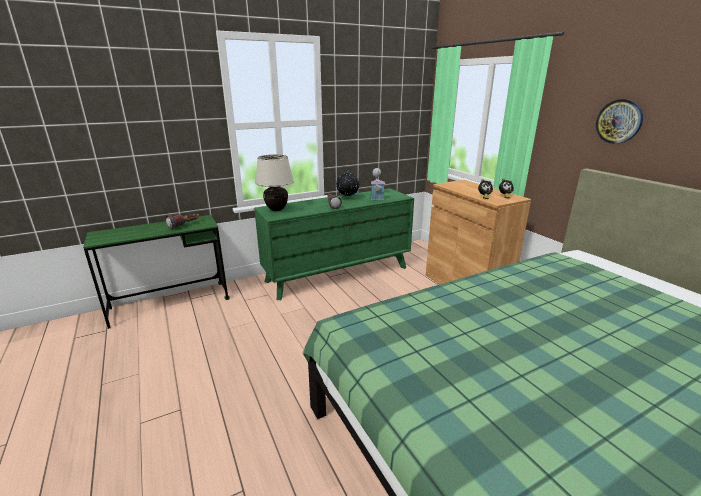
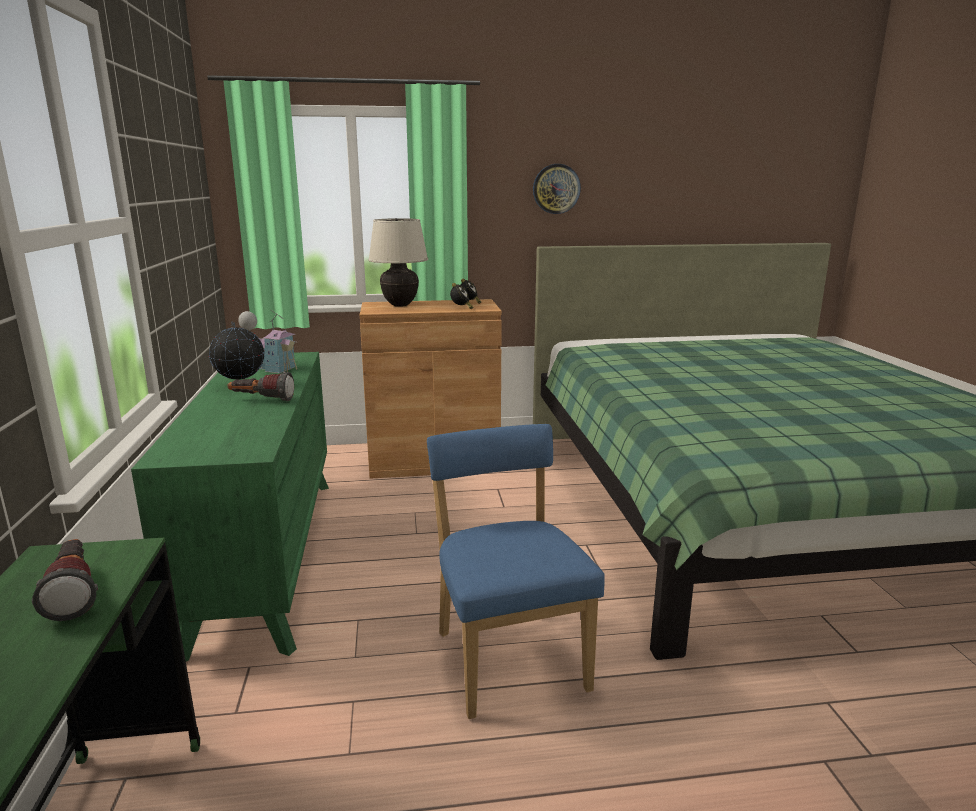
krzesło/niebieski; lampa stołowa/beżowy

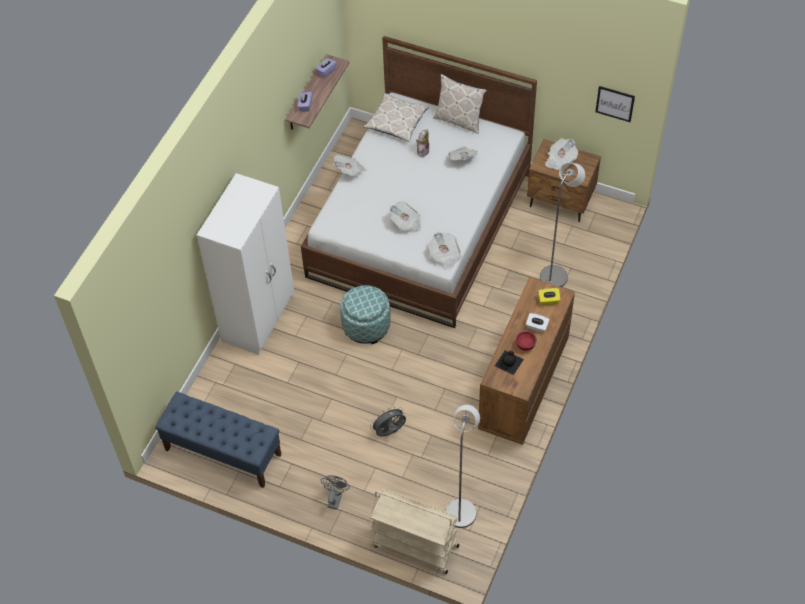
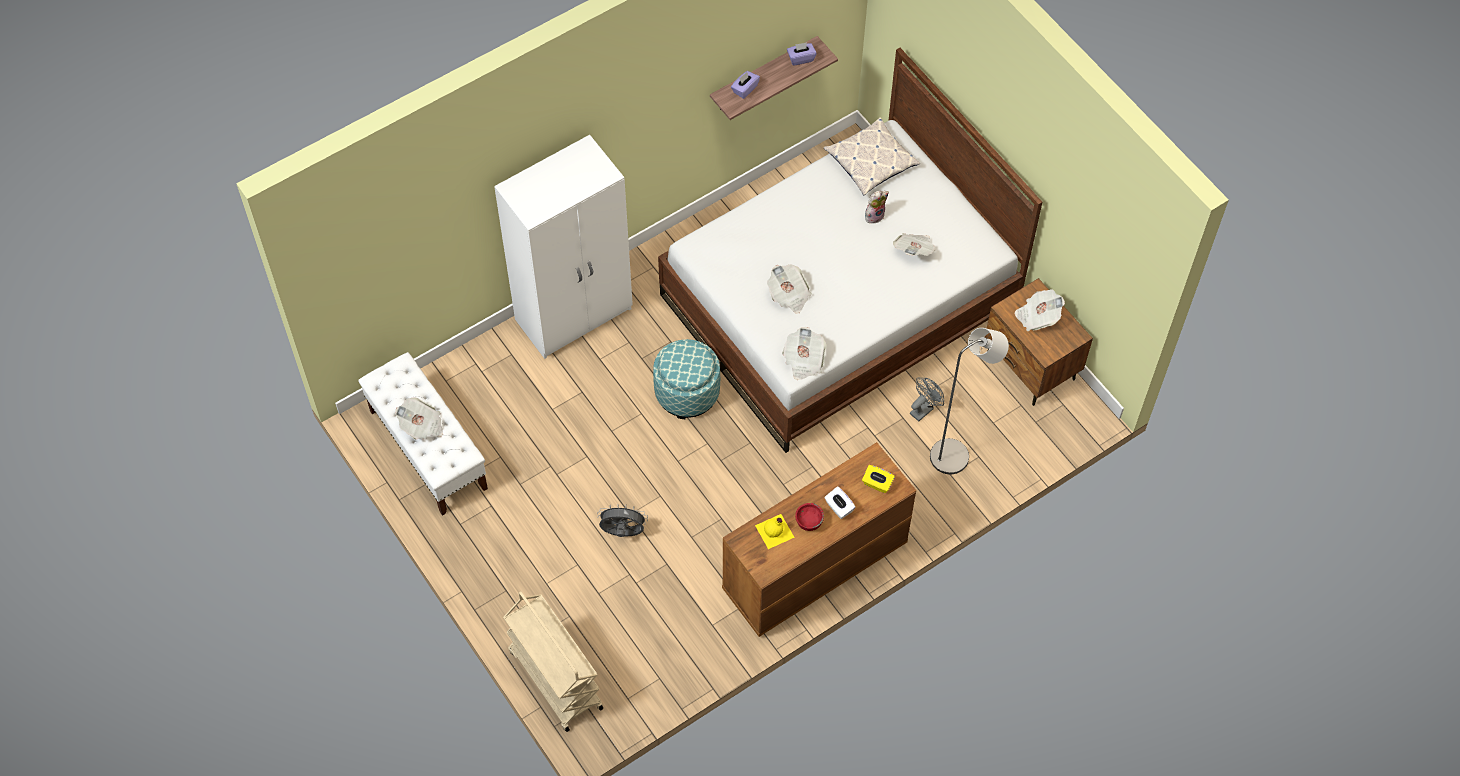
poduszka (no. 2 from left in the first image); lampa stojąca/szary (no. 1 from left in the first image); obraz; wentylator/szary (no. 2 from left); gazeta (no. 1 from left); ławka/biały; butelka/żółty

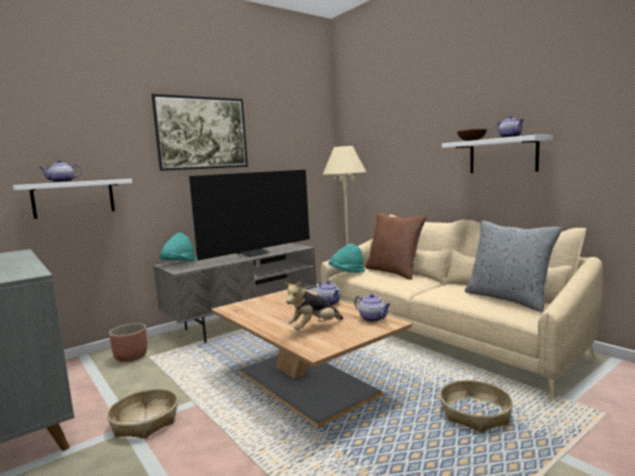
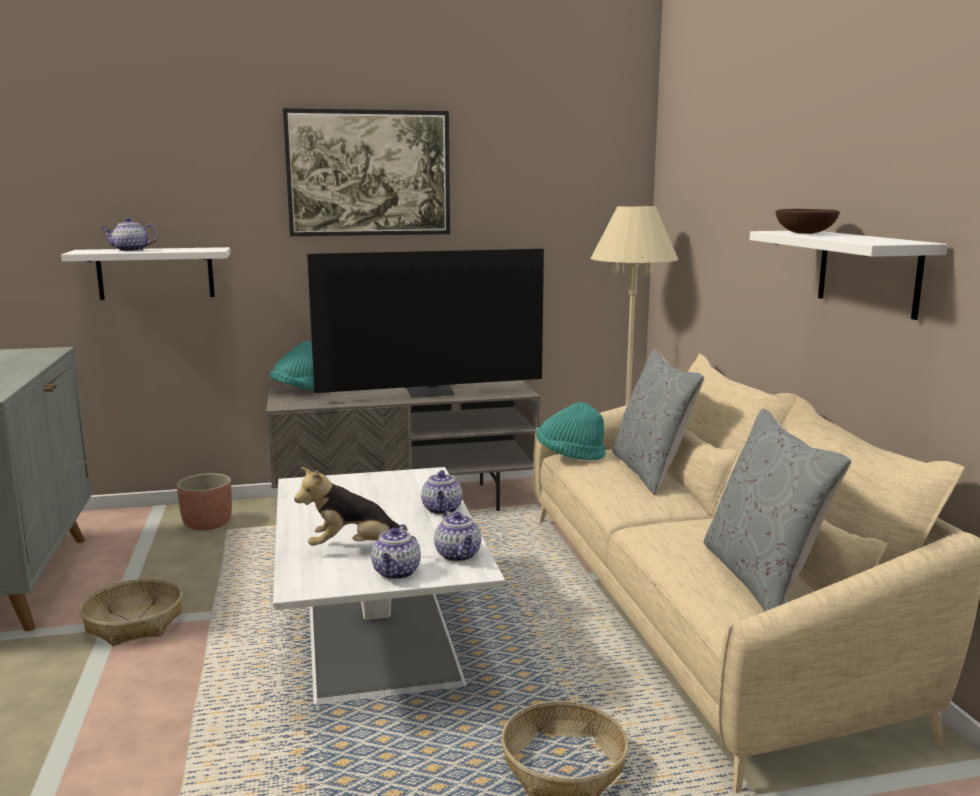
imbryk (no. 2 from left); ława/biały; poduszka/szary (no. 1 from left)

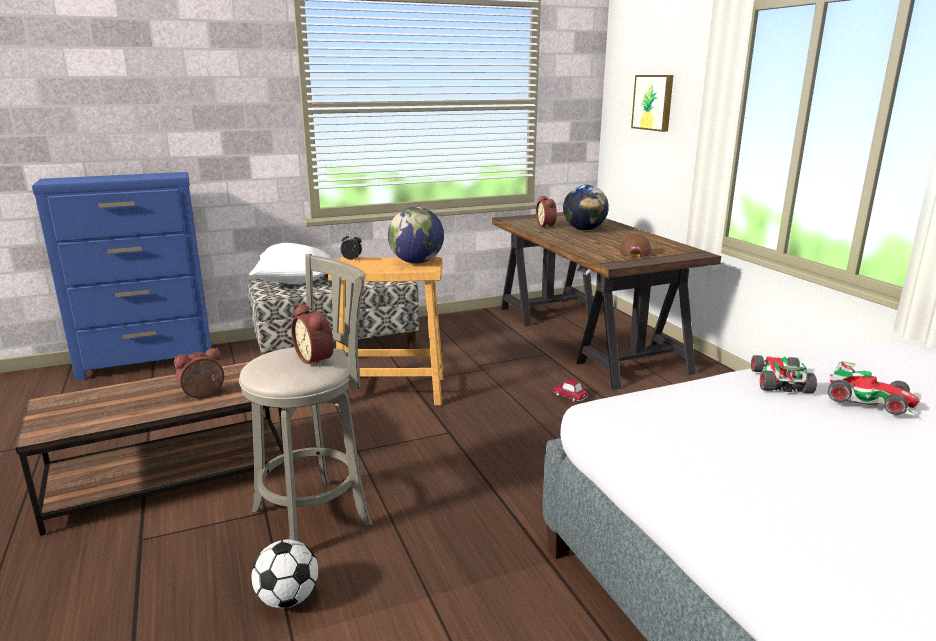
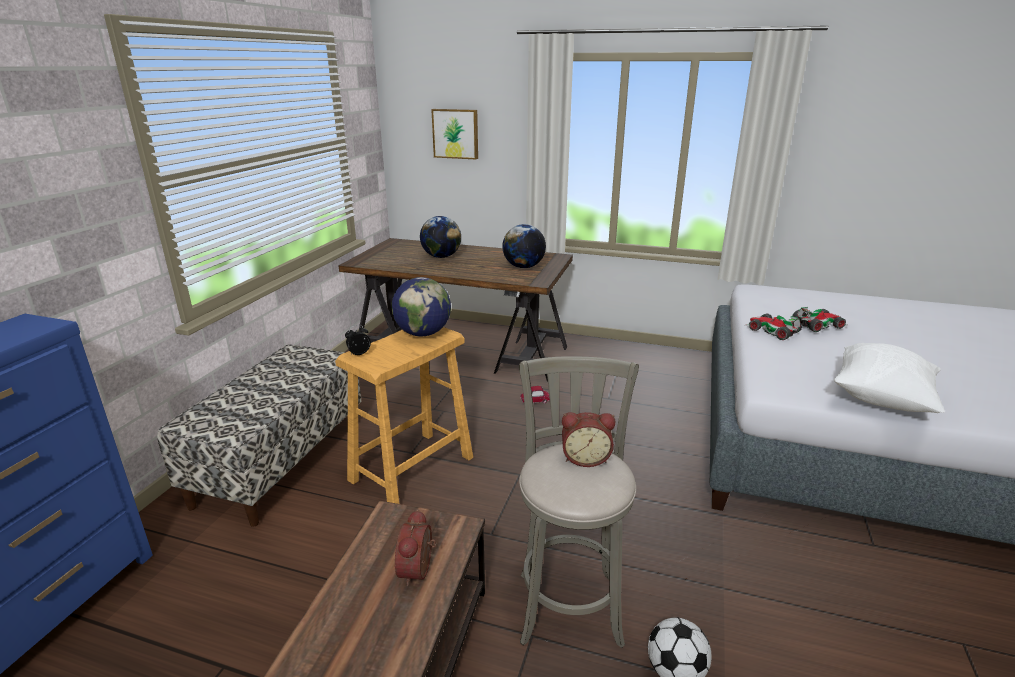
budzik (no. 4 from left in the first image); poduszka/biały; globus (no. 3 from left)

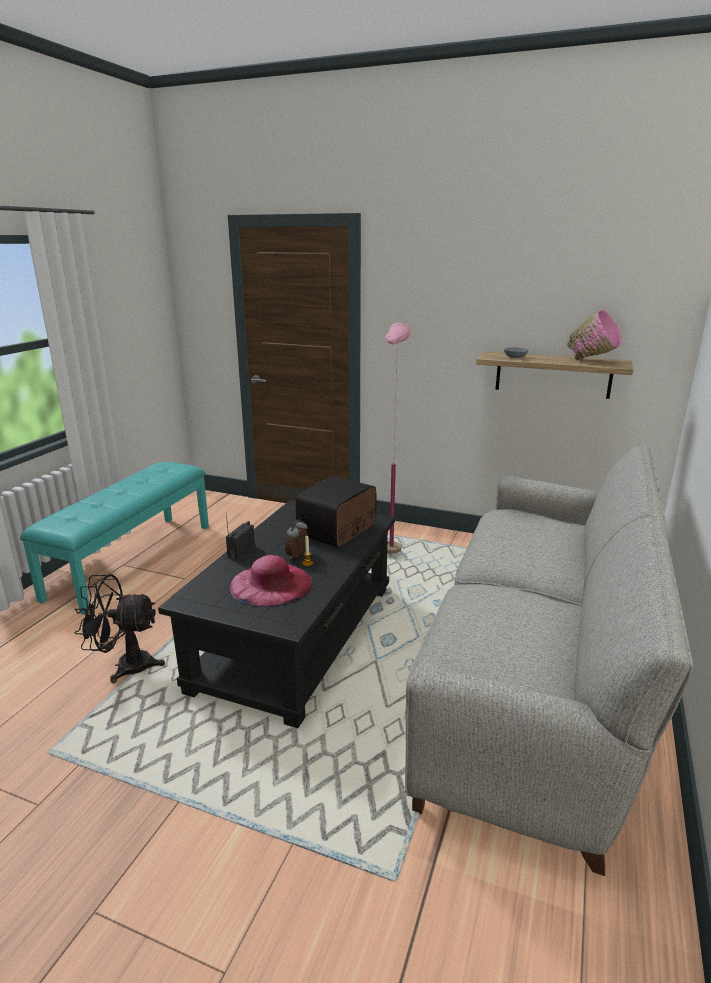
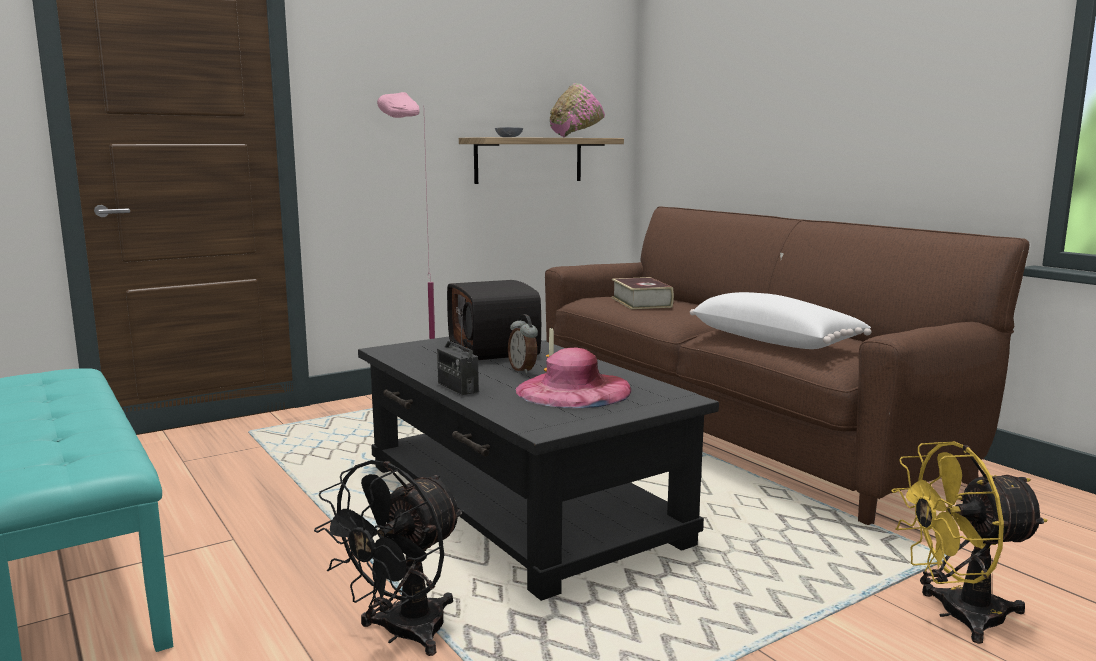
książka; poduszka/biały; wentylator/żółty; kanapa/brązowy

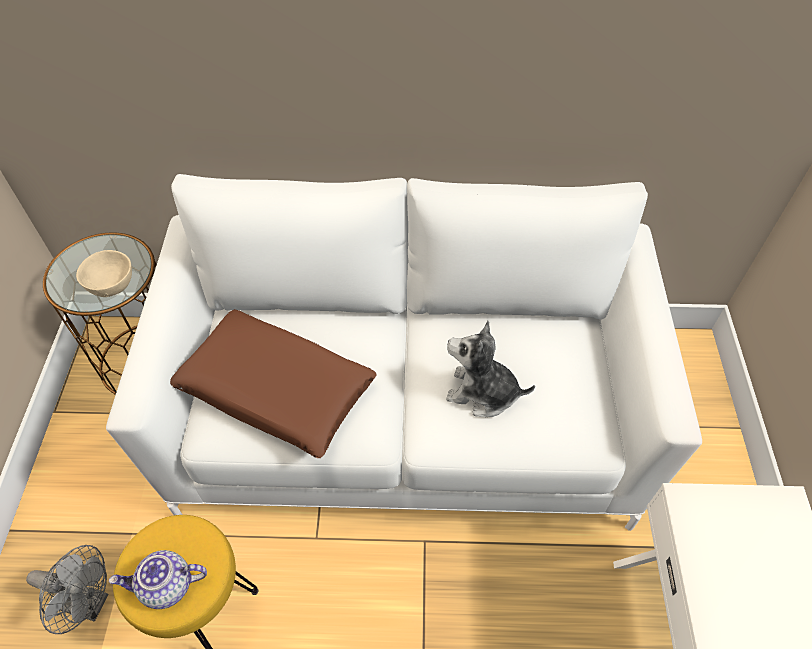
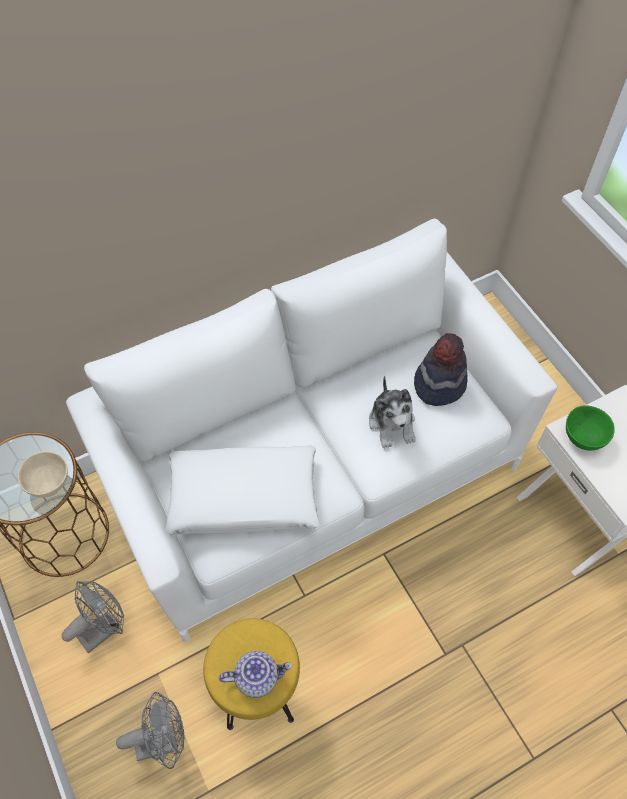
wentylator/szary (no. 1 from left); kapelusz; miska/zielony; poduszka/biały; imbryk; pluszak

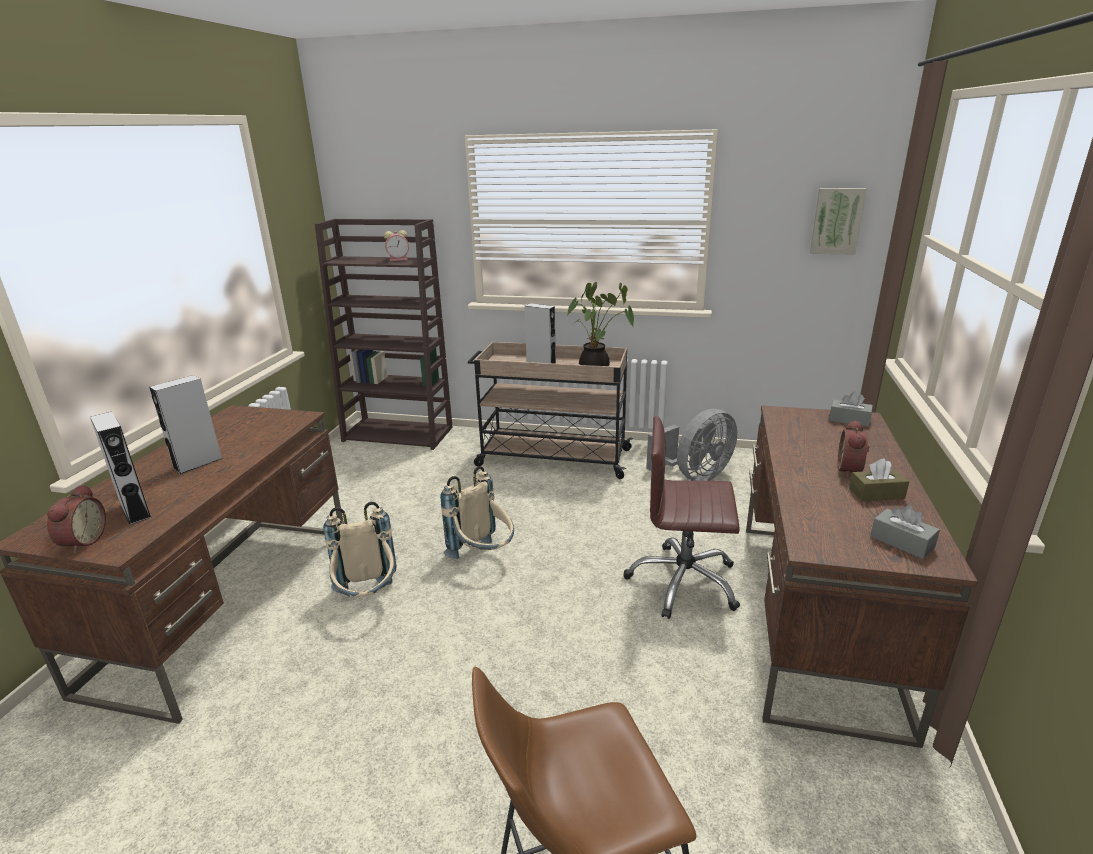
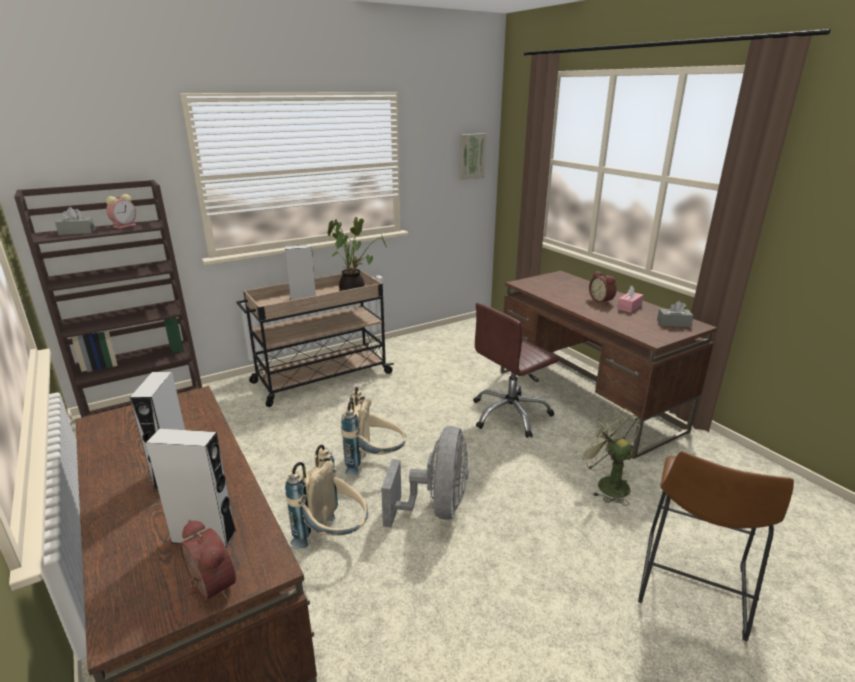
wentylator/zielony; wentylator/szary; pudełko chusteczek/szary (no. 1 from left); pudełko chusteczek/różowy

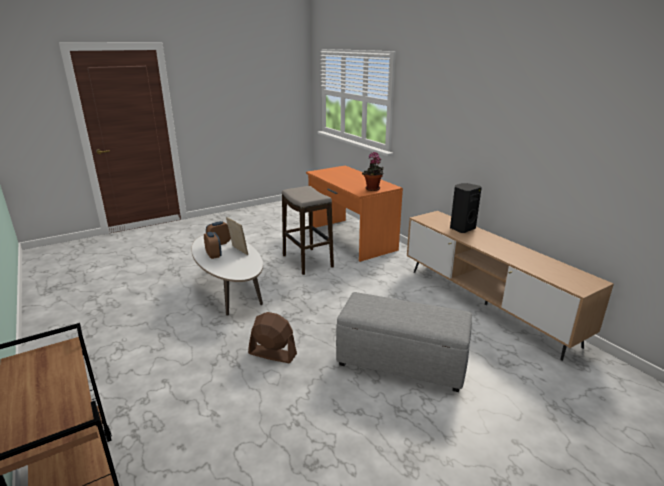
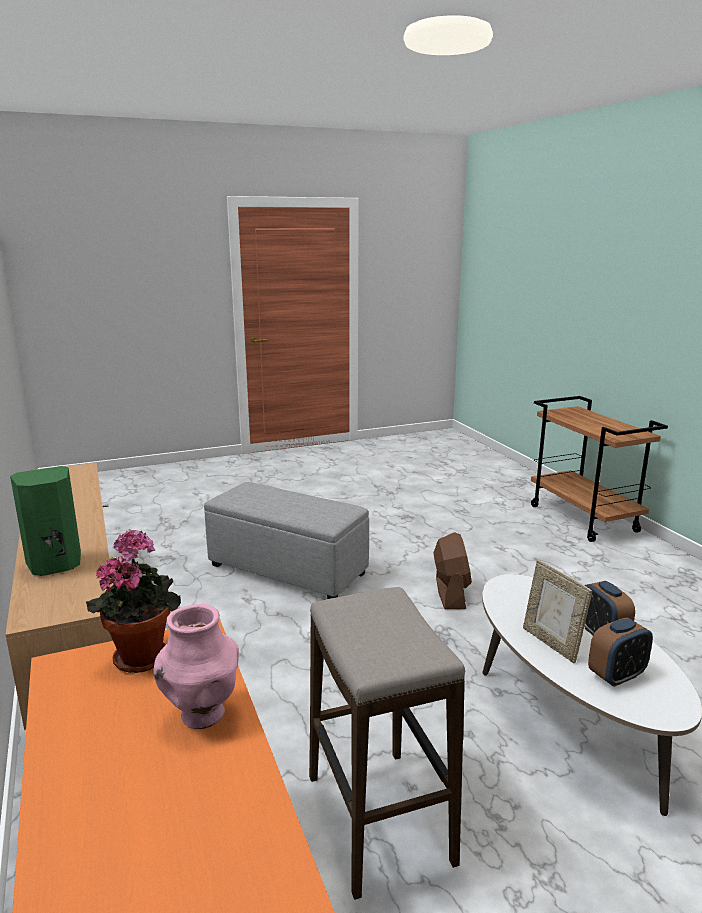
wazon/różowy; głośnik/zielony; wentylator/brązowy

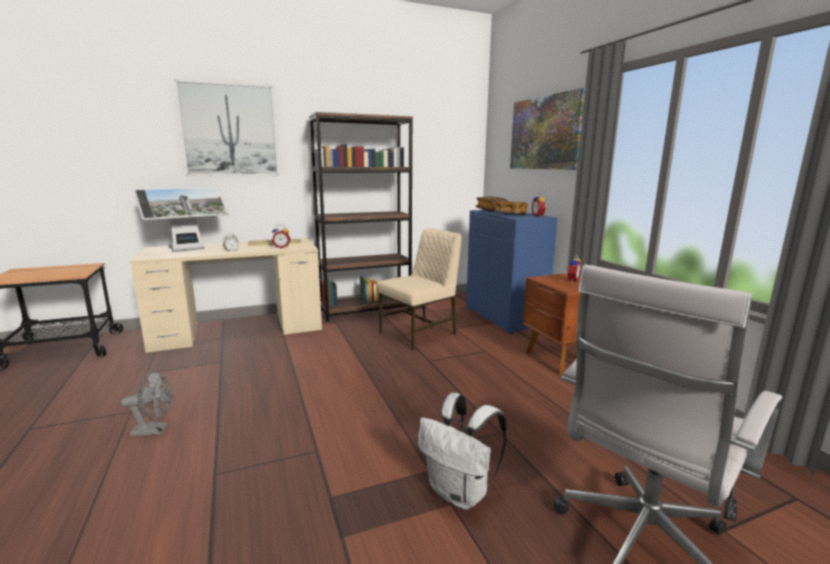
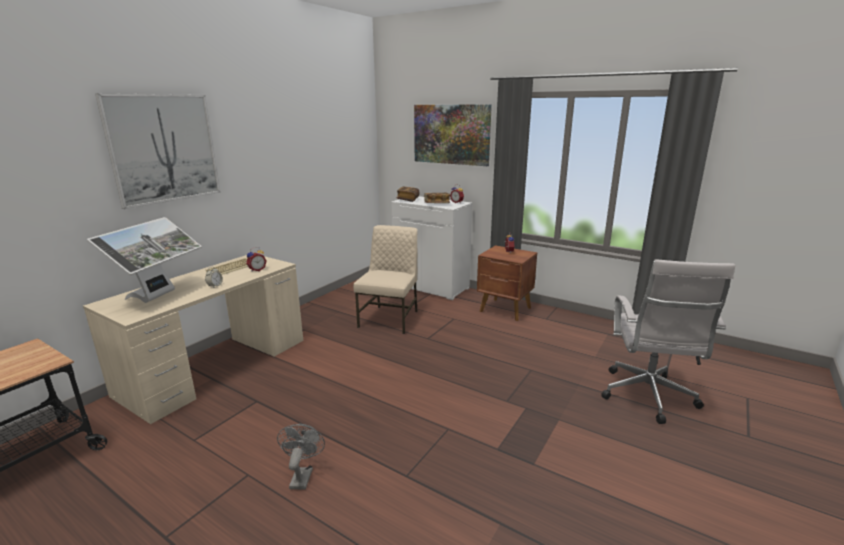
regał/brązowy; plecak/biały; szafka/biały; wentylator/szary

